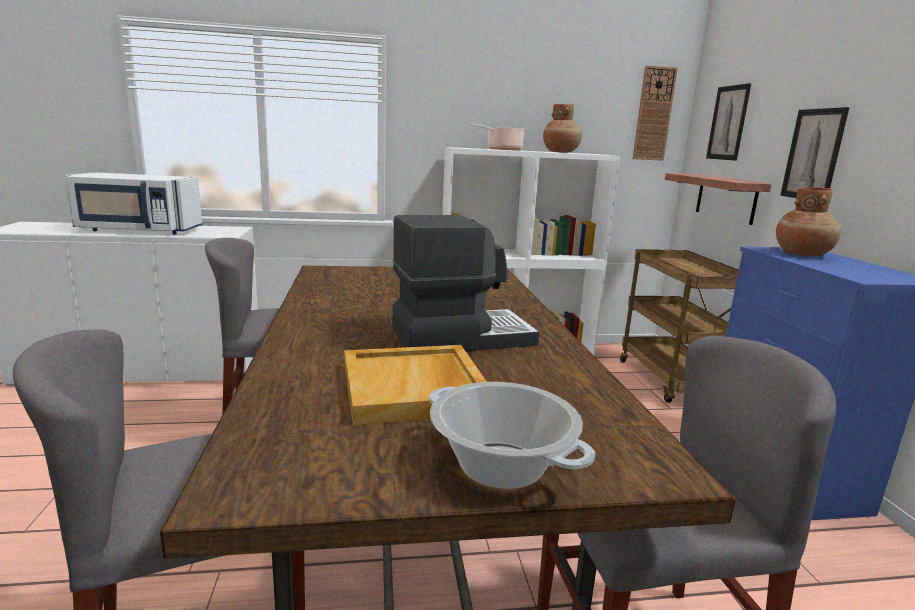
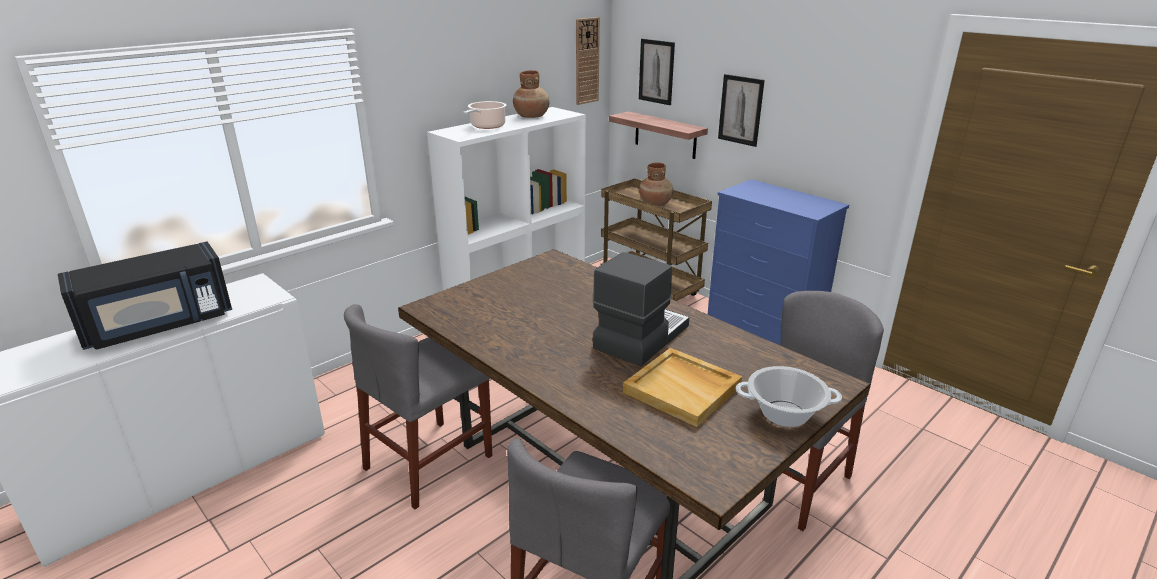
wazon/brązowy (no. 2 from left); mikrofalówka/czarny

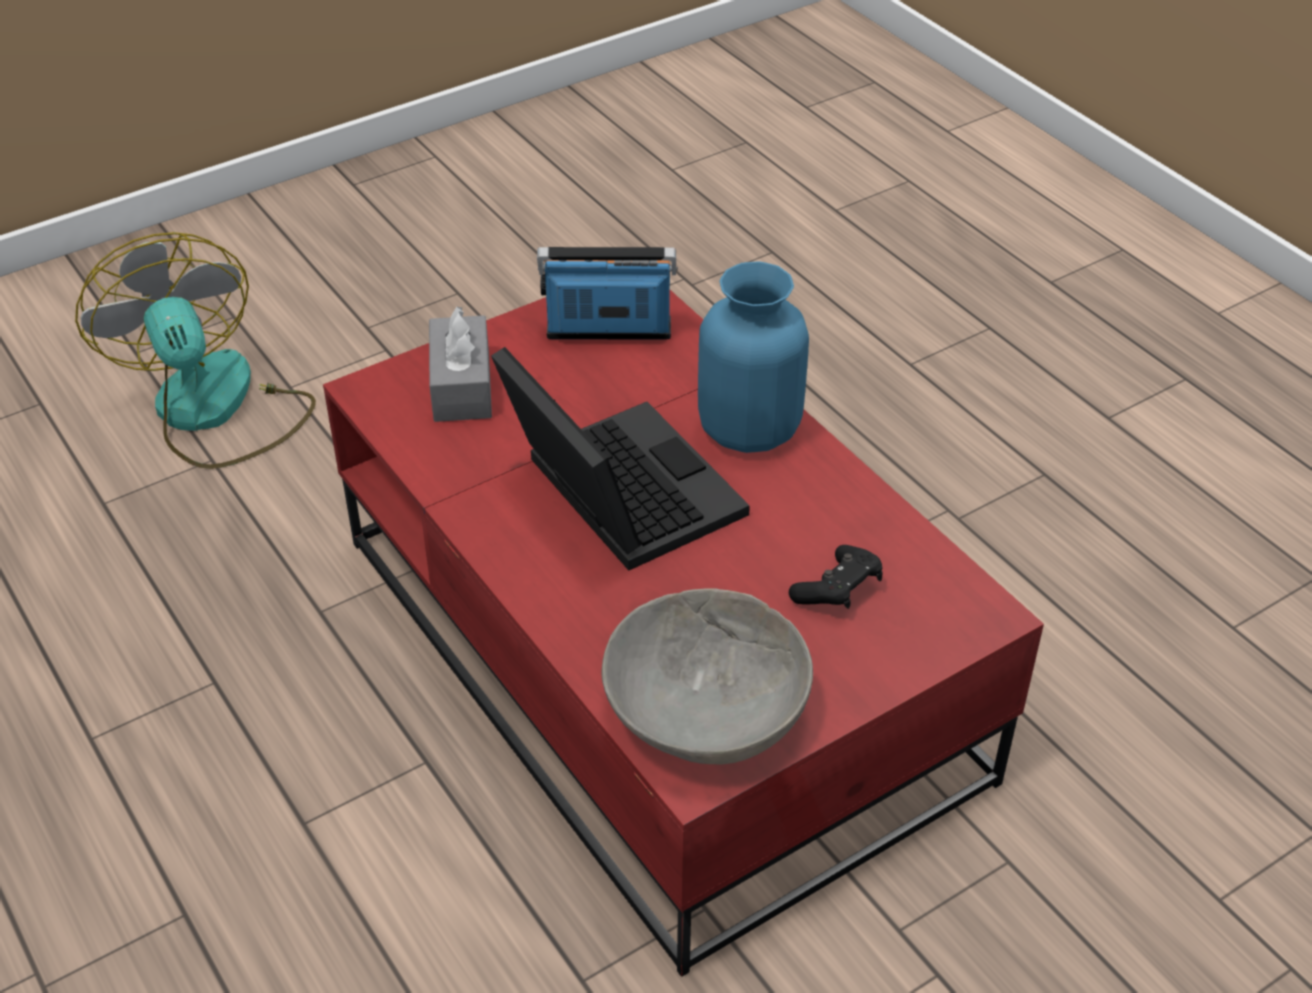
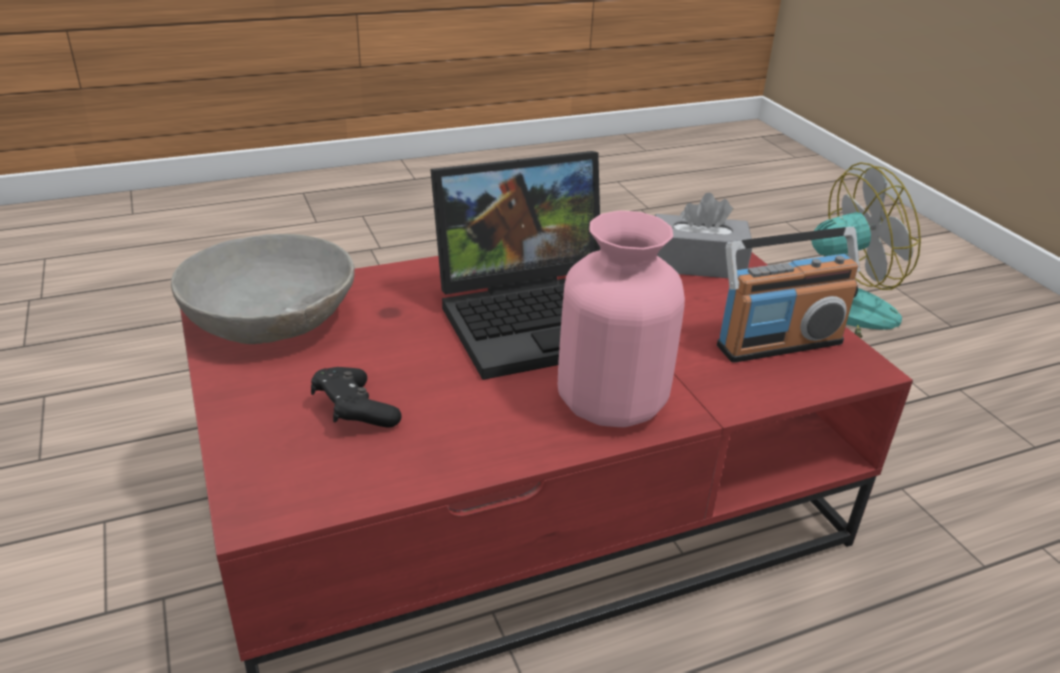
wazon/różowy; radio

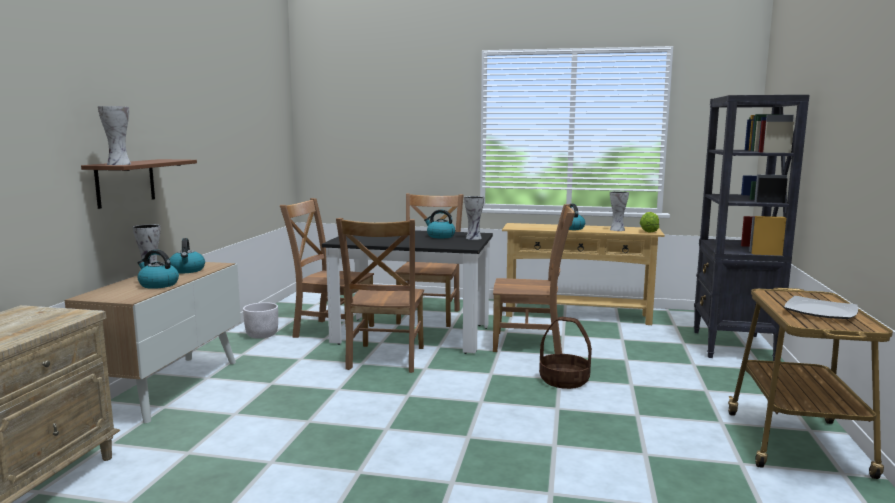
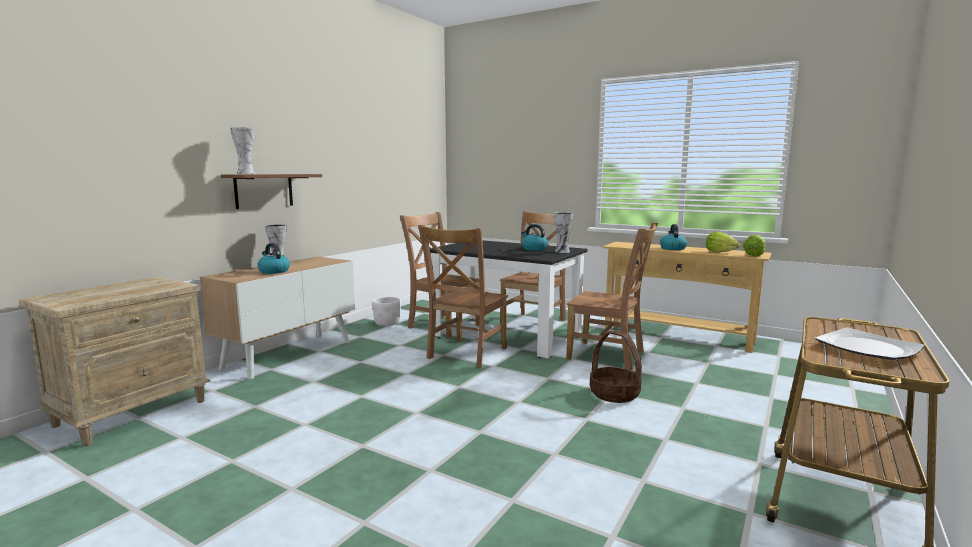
czajnik (no. 2 from left in the first image); regał/czarny; sałata (no. 1 from left)

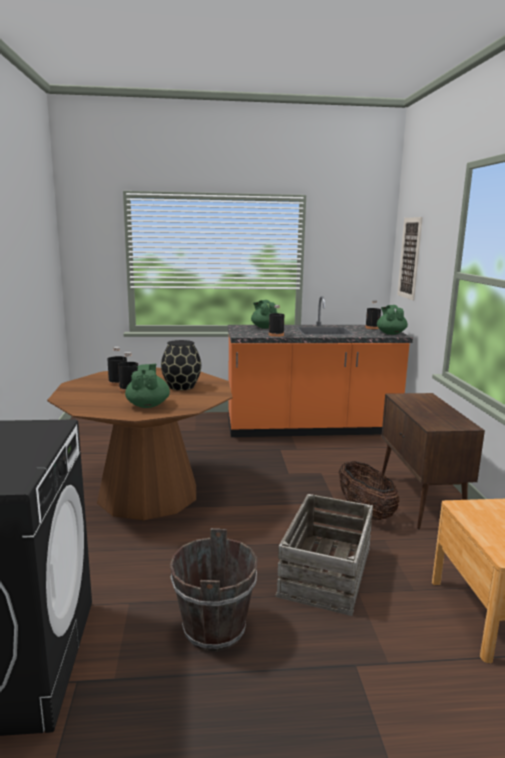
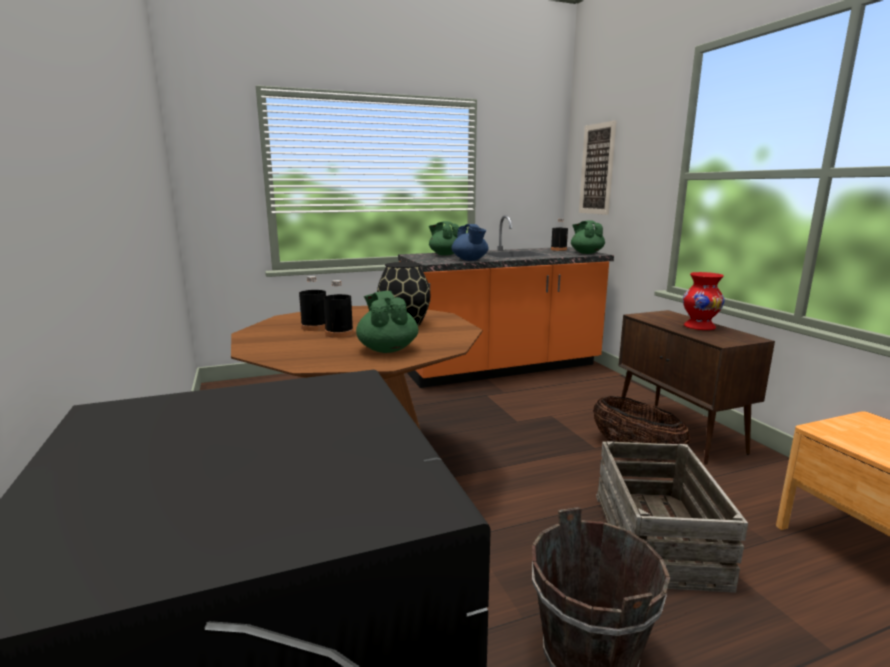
wazon/czerwony; imbryk/niebieski

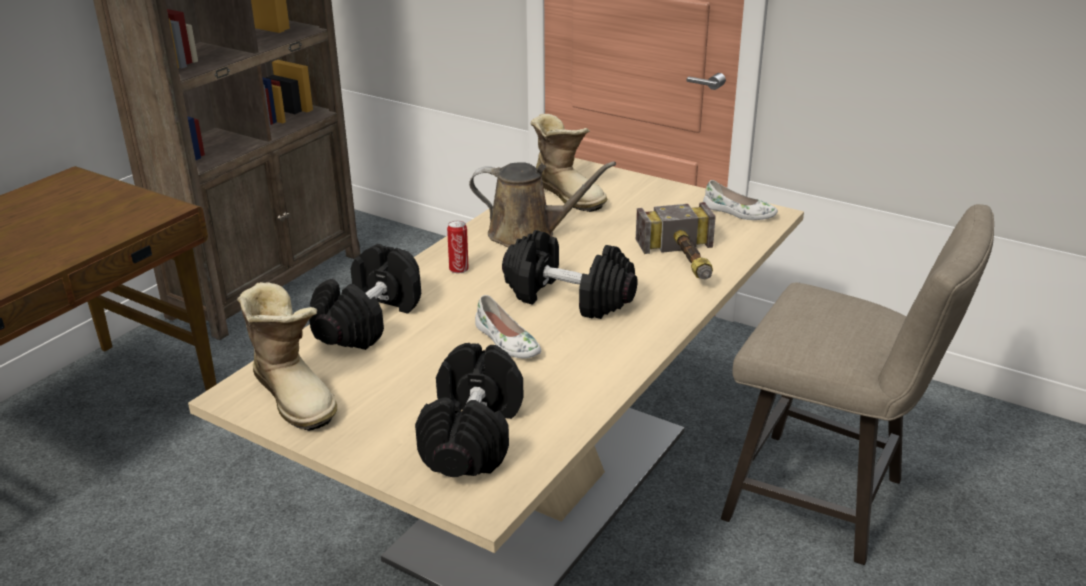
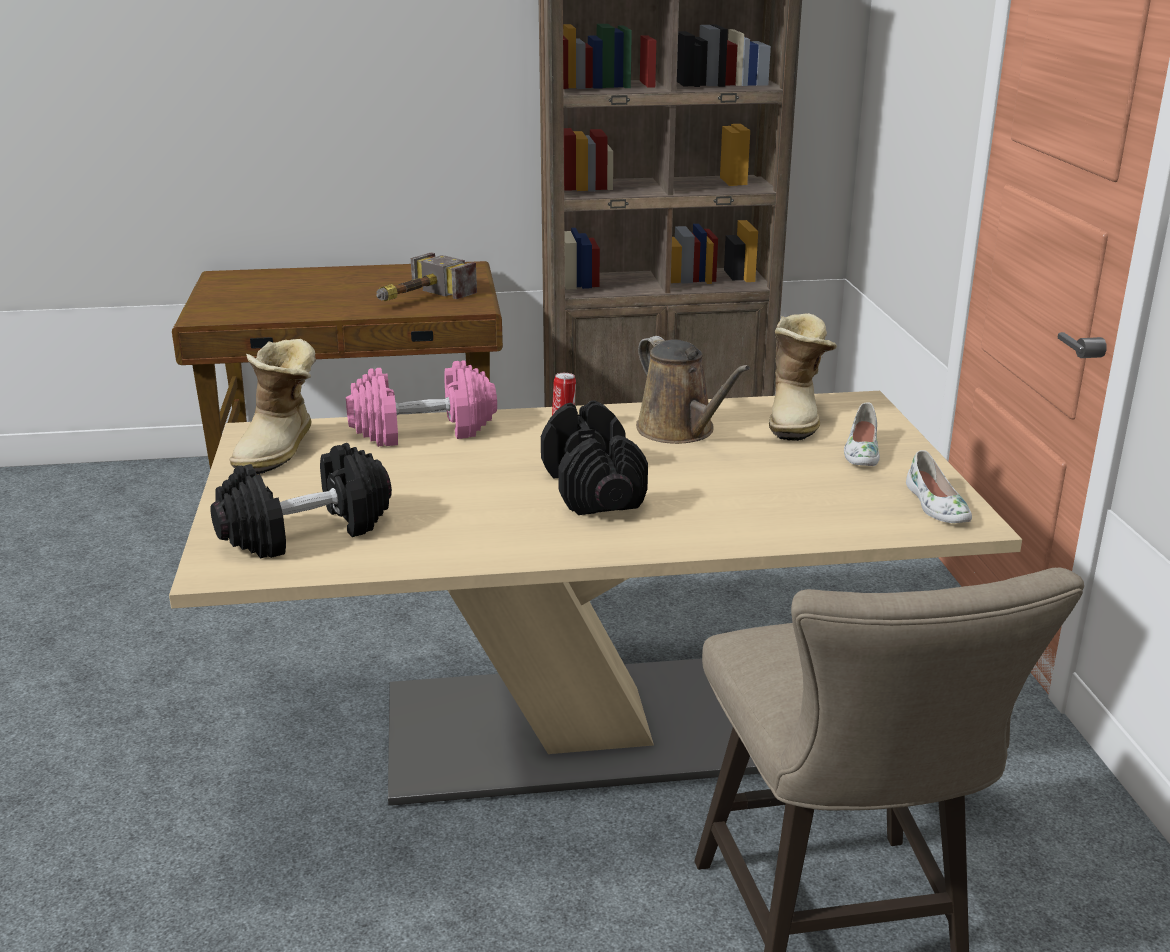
but/biały (no. 1 from left); młotek; hantel/różowy

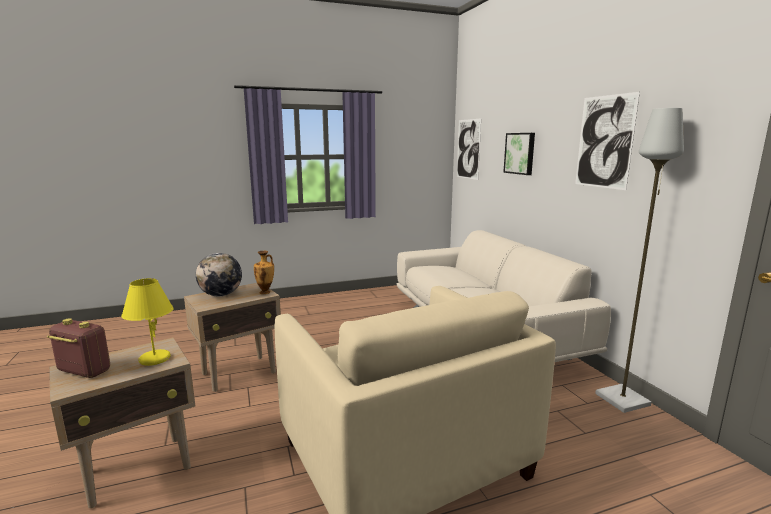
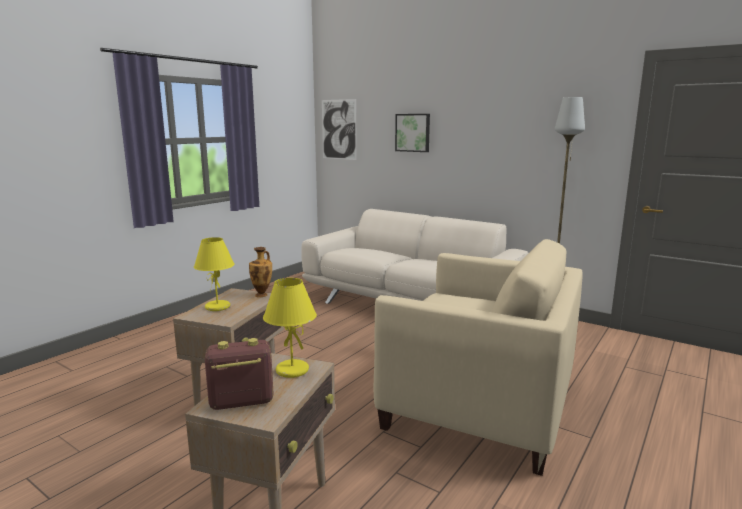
obraz (no. 3 from left in the first image); lampa stołowa/żółty (no. 1 from left)

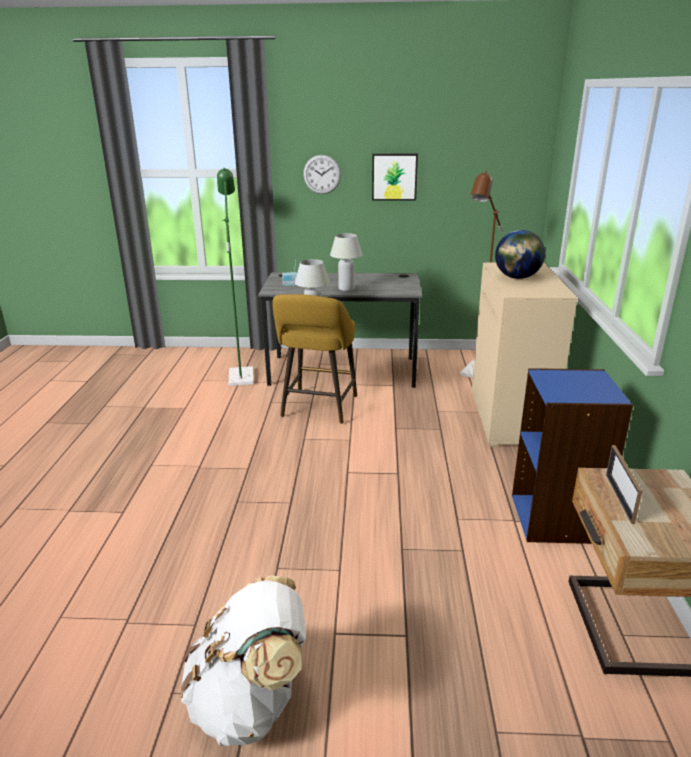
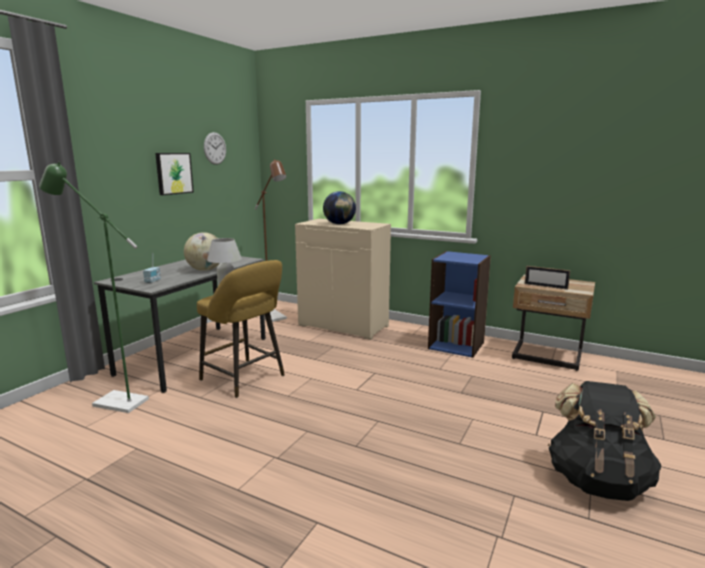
zegar ścienny; globus (no. 1 from left); plecak/czarny

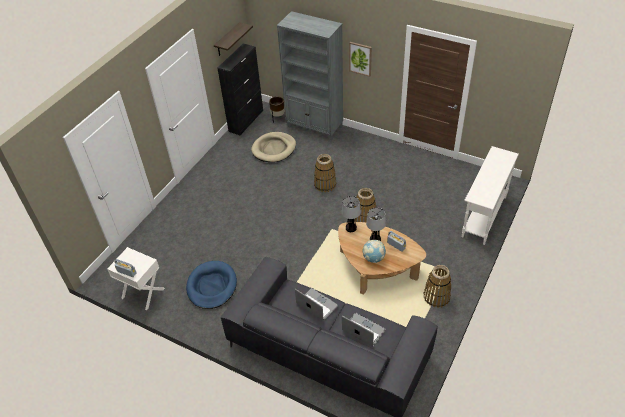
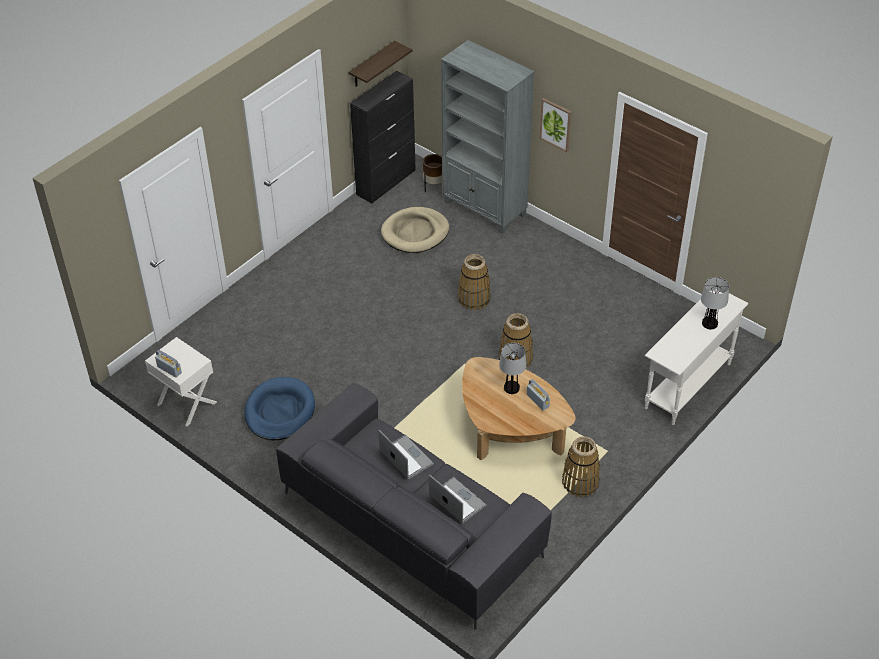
globus; lampa stołowa (no. 2 from left)

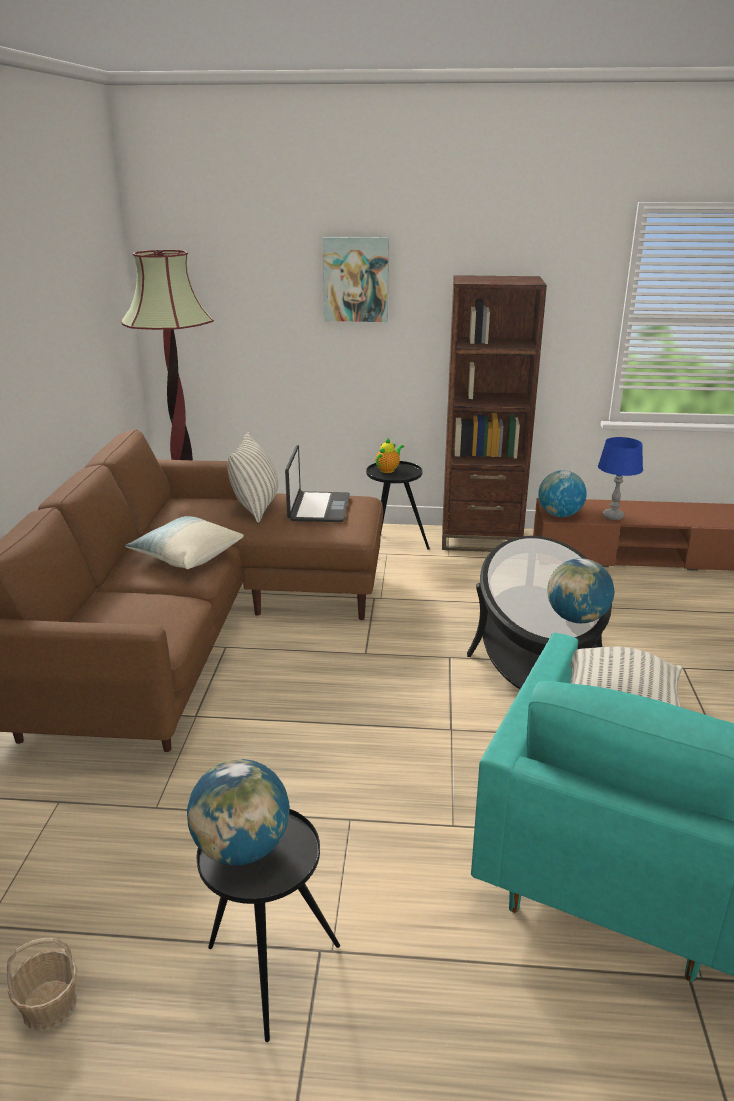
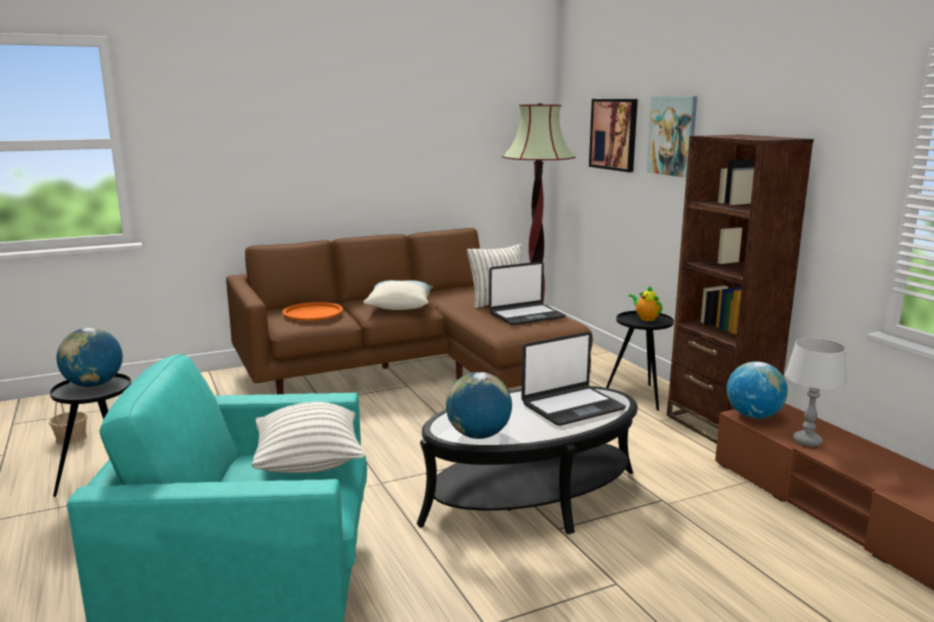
taca/pomarańczowy; laptop (no. 2 from left); obraz (no. 1 from left); lampa stołowa/szary; imbryk

